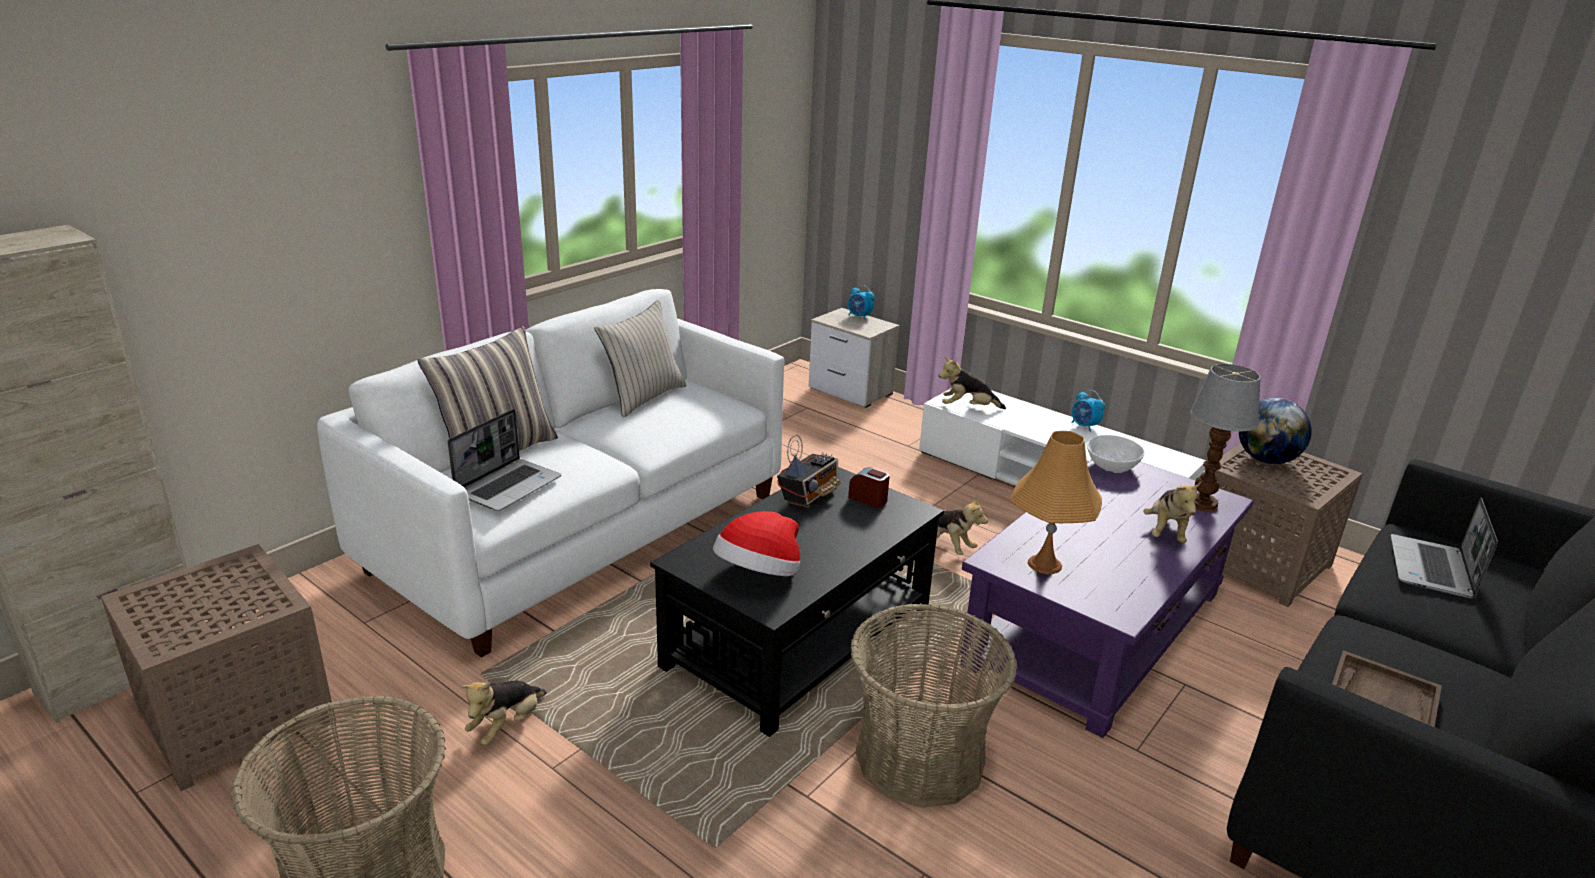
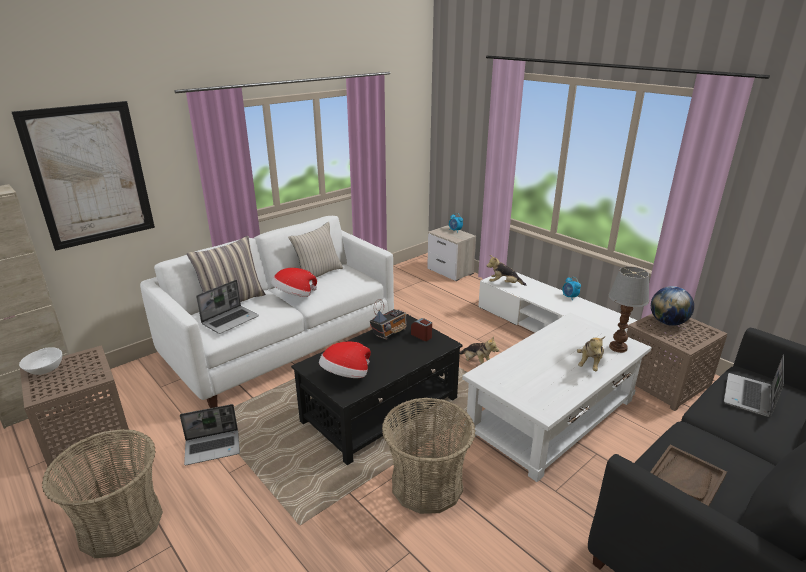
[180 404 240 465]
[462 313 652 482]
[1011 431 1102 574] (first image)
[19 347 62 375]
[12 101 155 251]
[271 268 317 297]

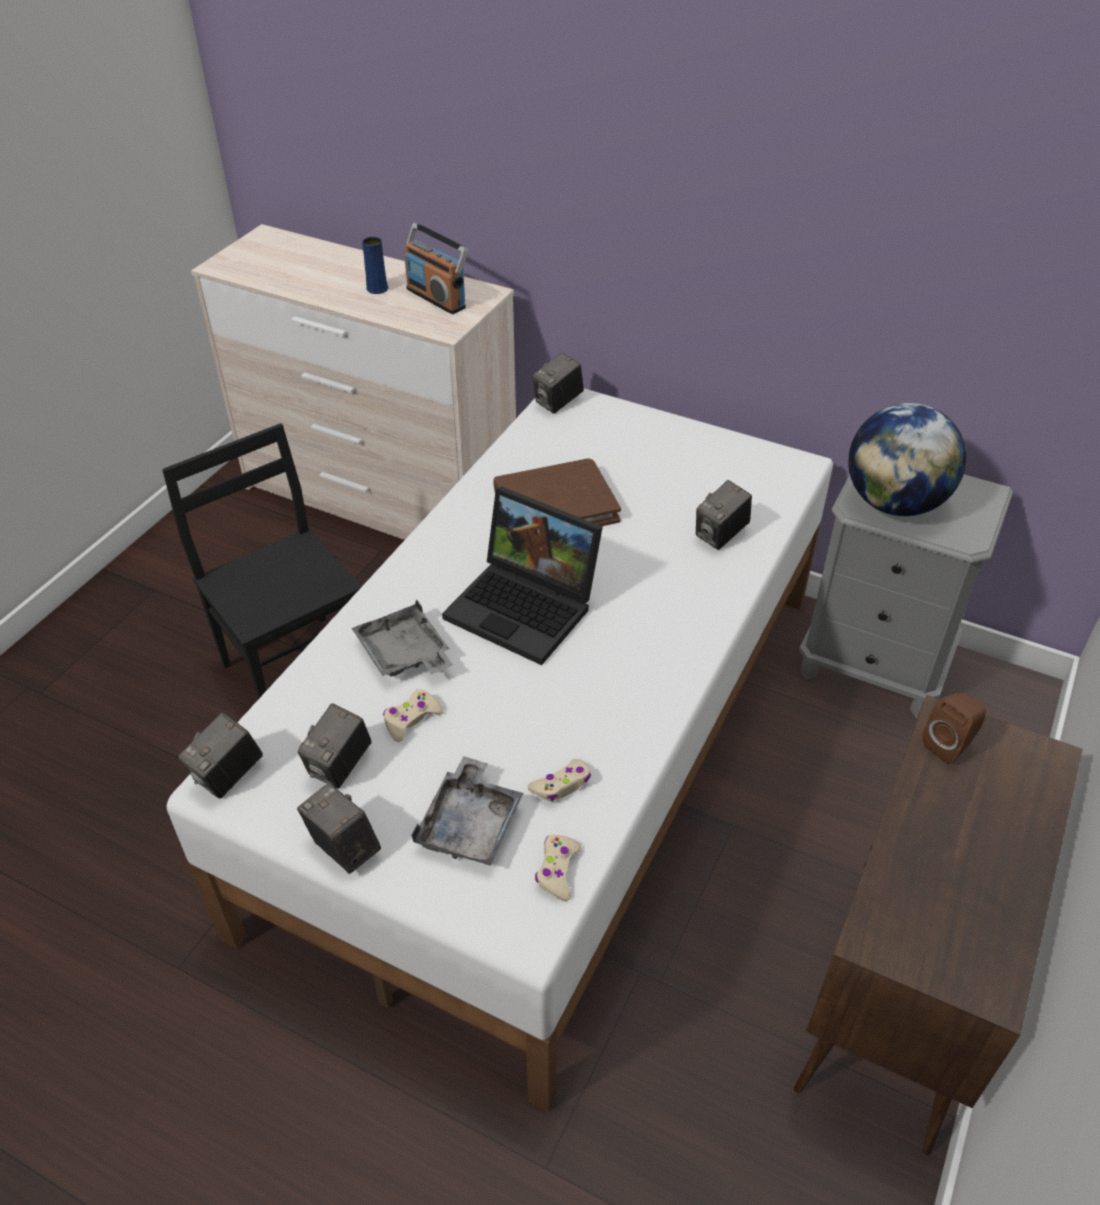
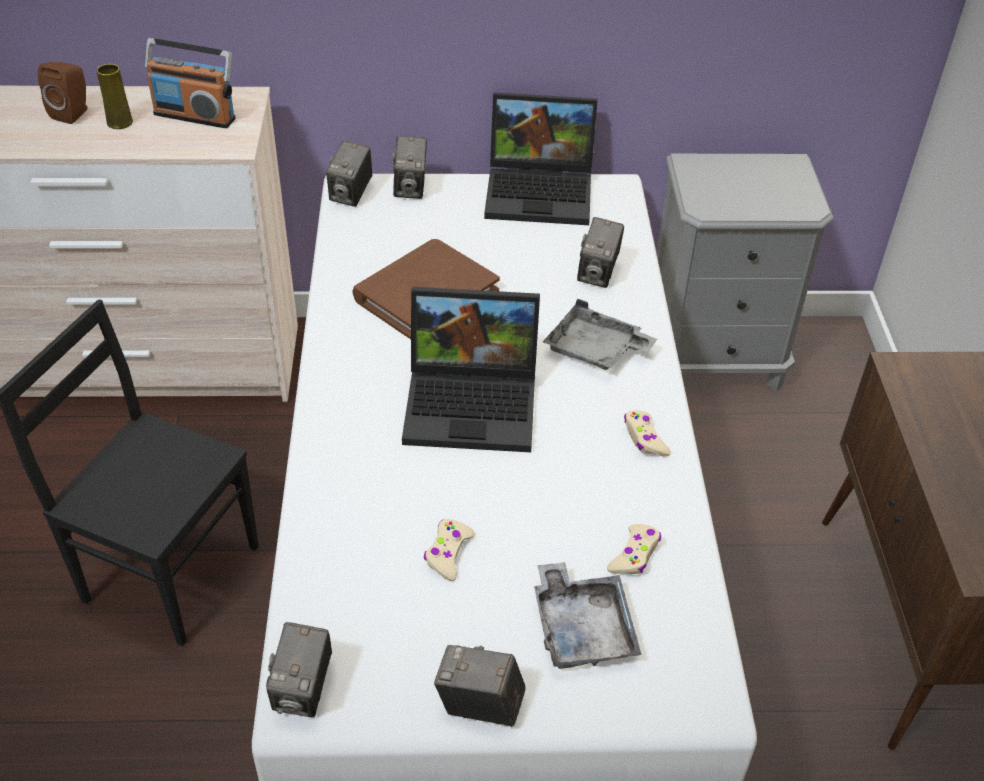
[392 136 427 199]
[543 298 657 370]
[96 64 133 129]
[624 410 671 457]
[848 403 966 516] (first image)
[38 62 87 124]
[484 93 598 225]

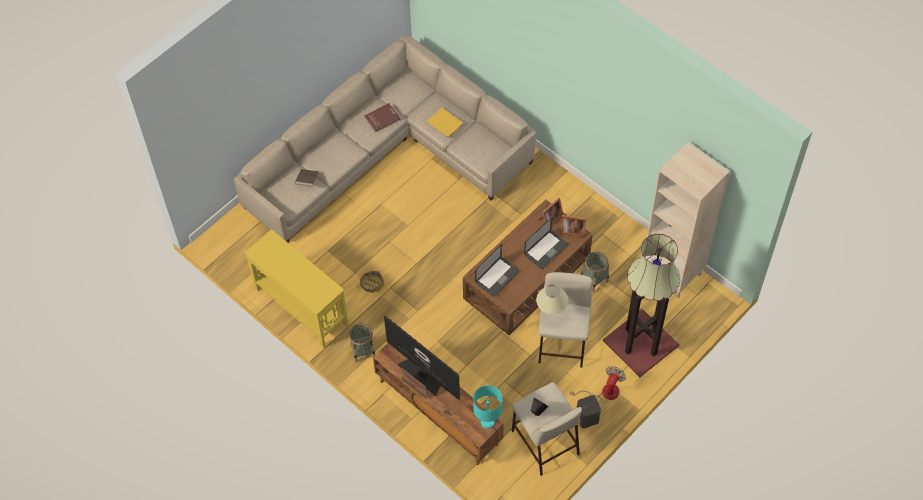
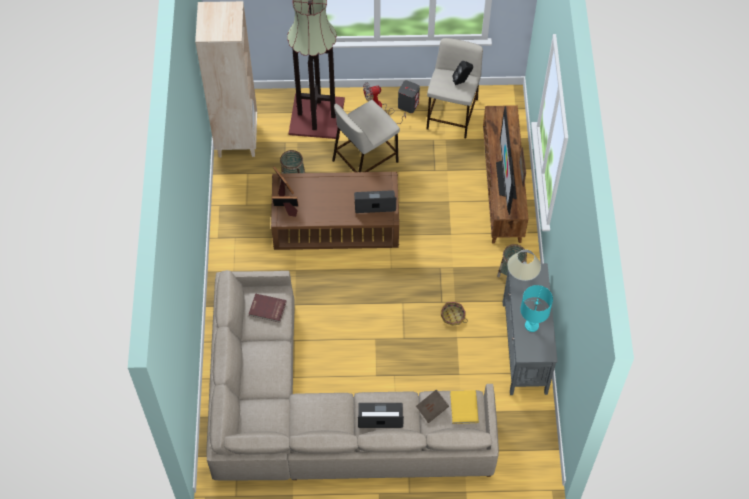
[503 263 558 395]
[249 293 287 323]
[450 390 479 424]
[520 285 553 332]
[358 403 404 428]
[508 249 541 281]

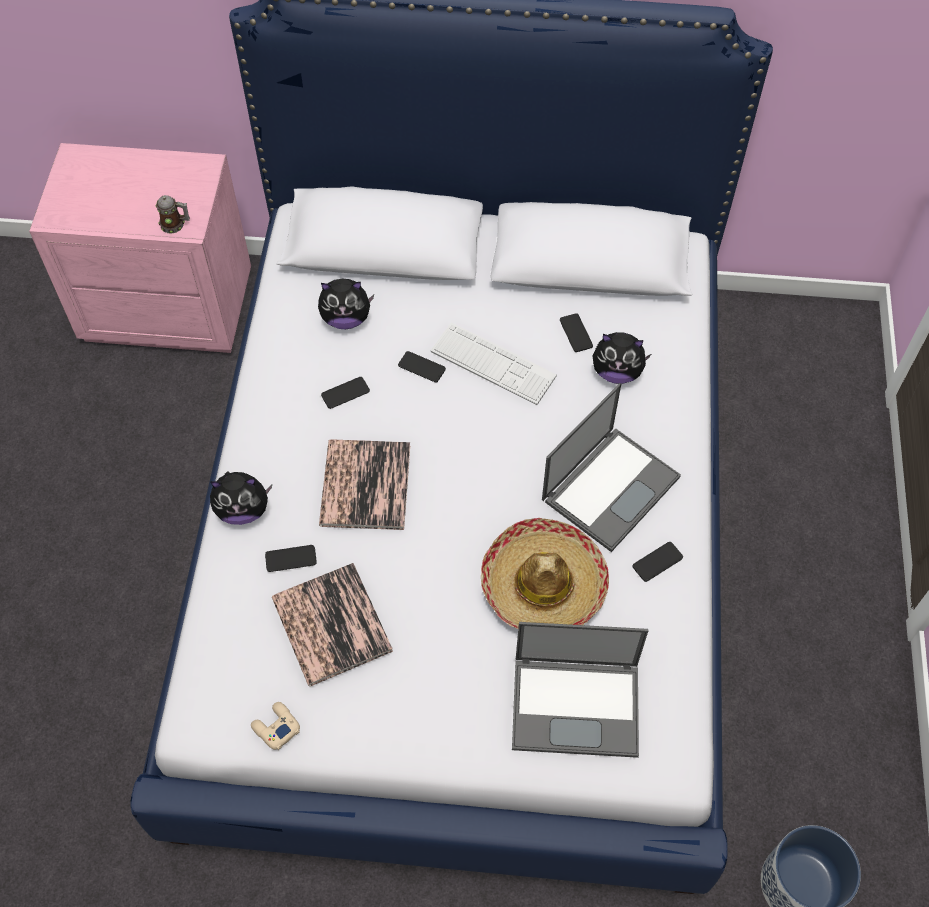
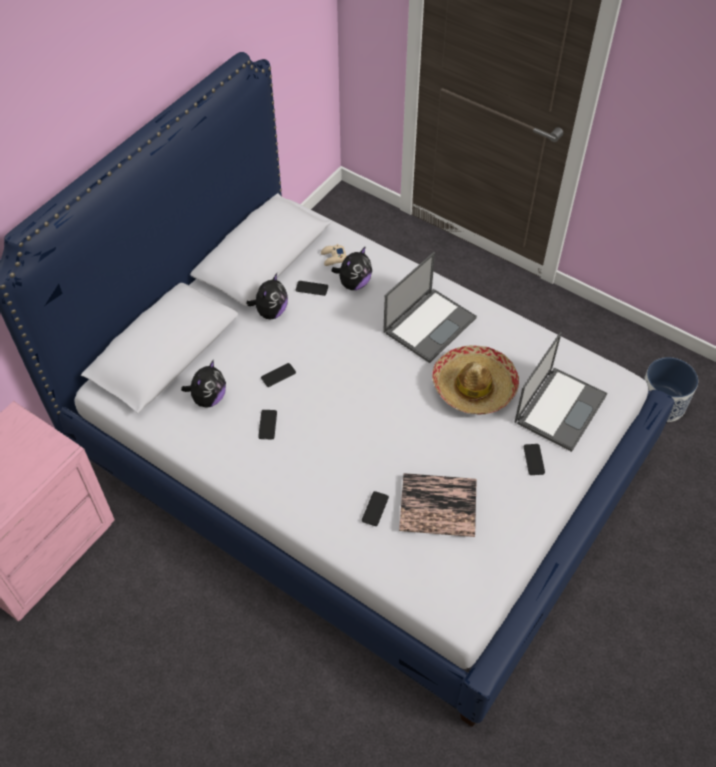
[156 195 190 234] (first image)
[246 273 288 319]
[321 244 347 266]
[319 439 410 530] (first image)
[431 323 557 405] (first image)
[383 252 477 363]
[524 444 545 475]

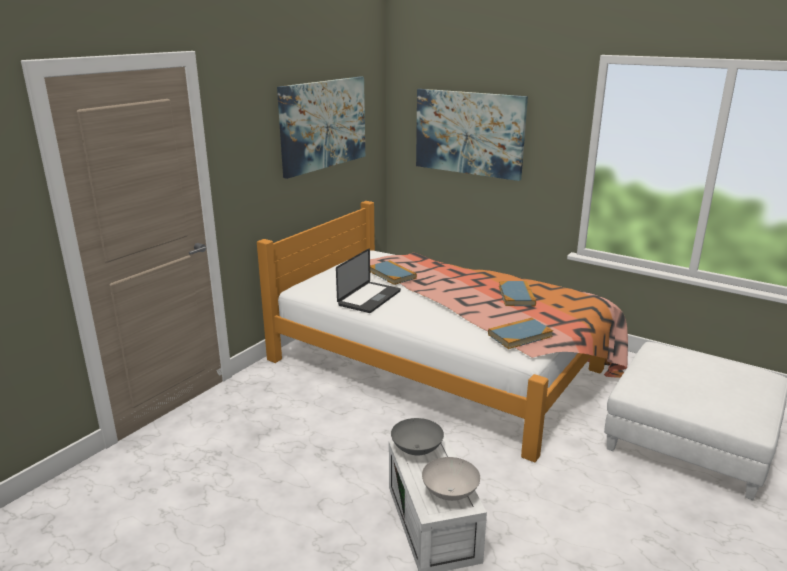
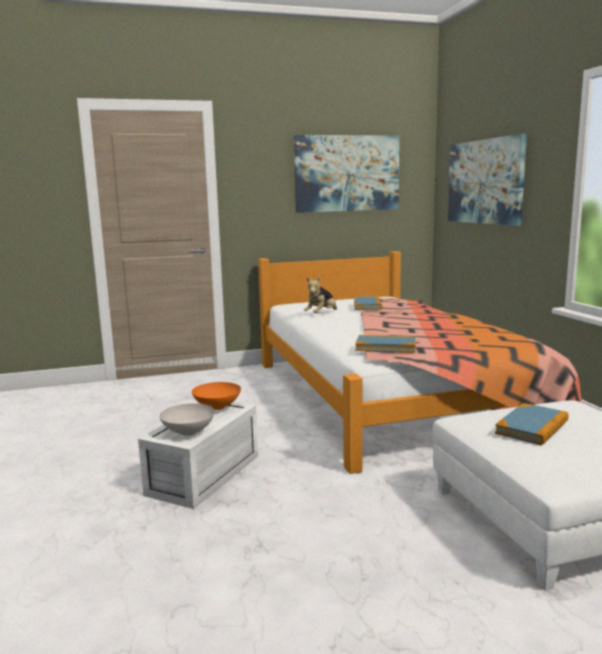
[304 276 337 313]
[192 382 241 410]
[495 403 569 446]

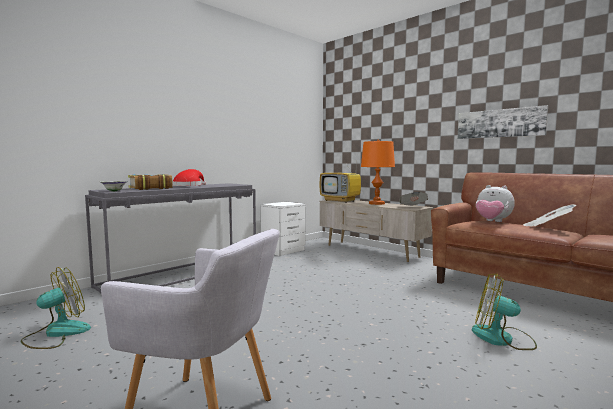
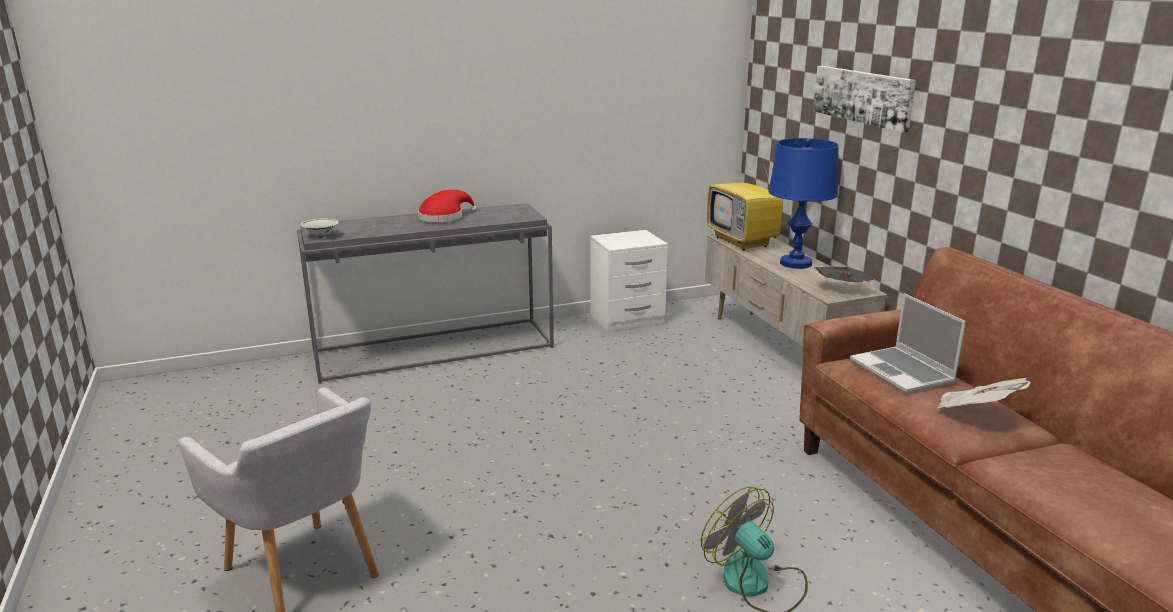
[21 267 91 349] (first image)
[128 174 173 190] (first image)
[769 138 839 269]
[813 66 916 133]
[850 293 966 393]

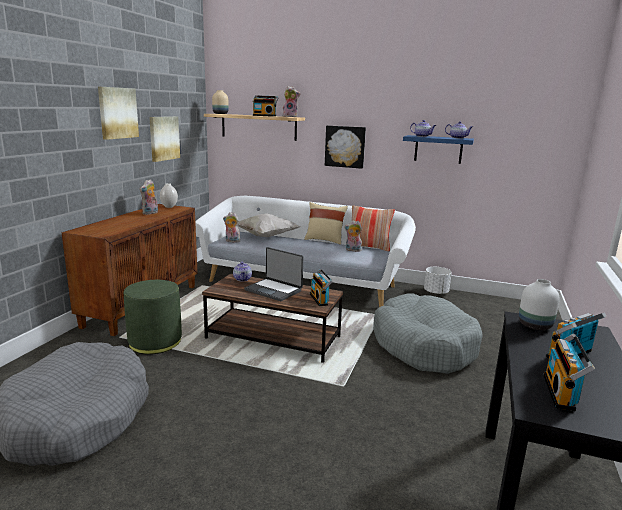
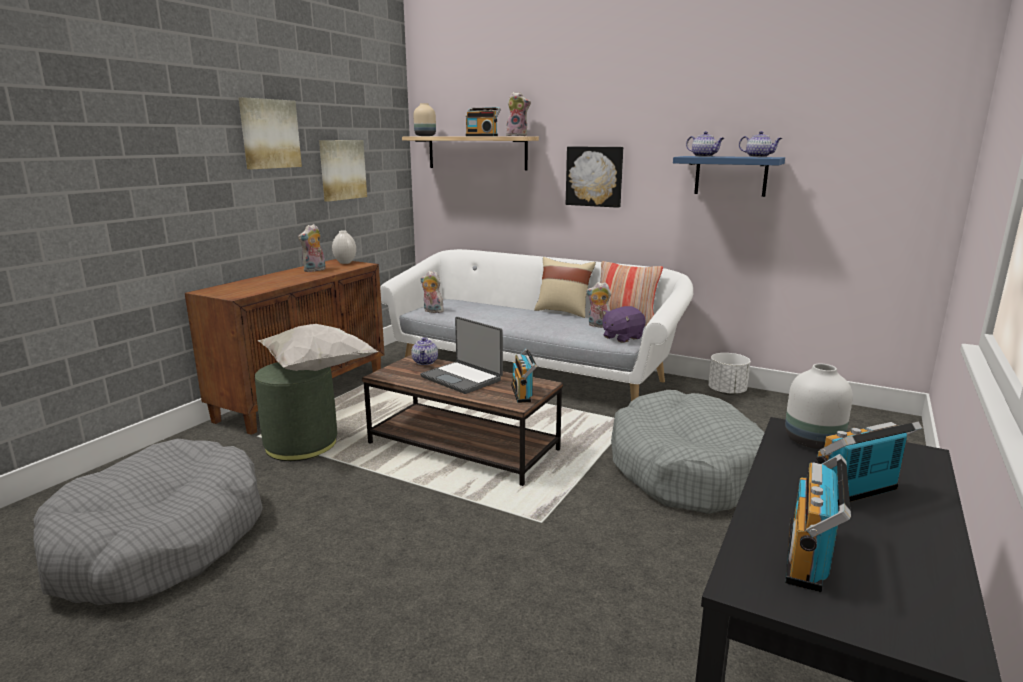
[257 324 378 371]
[602 306 646 343]

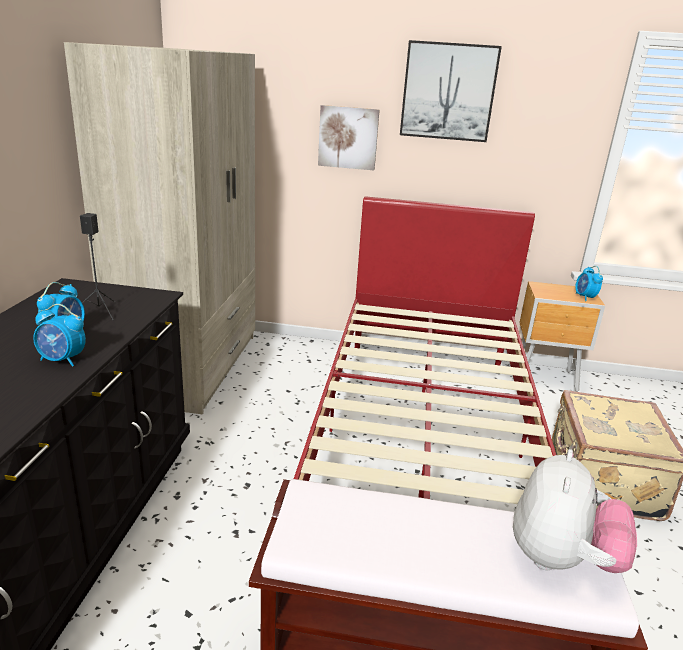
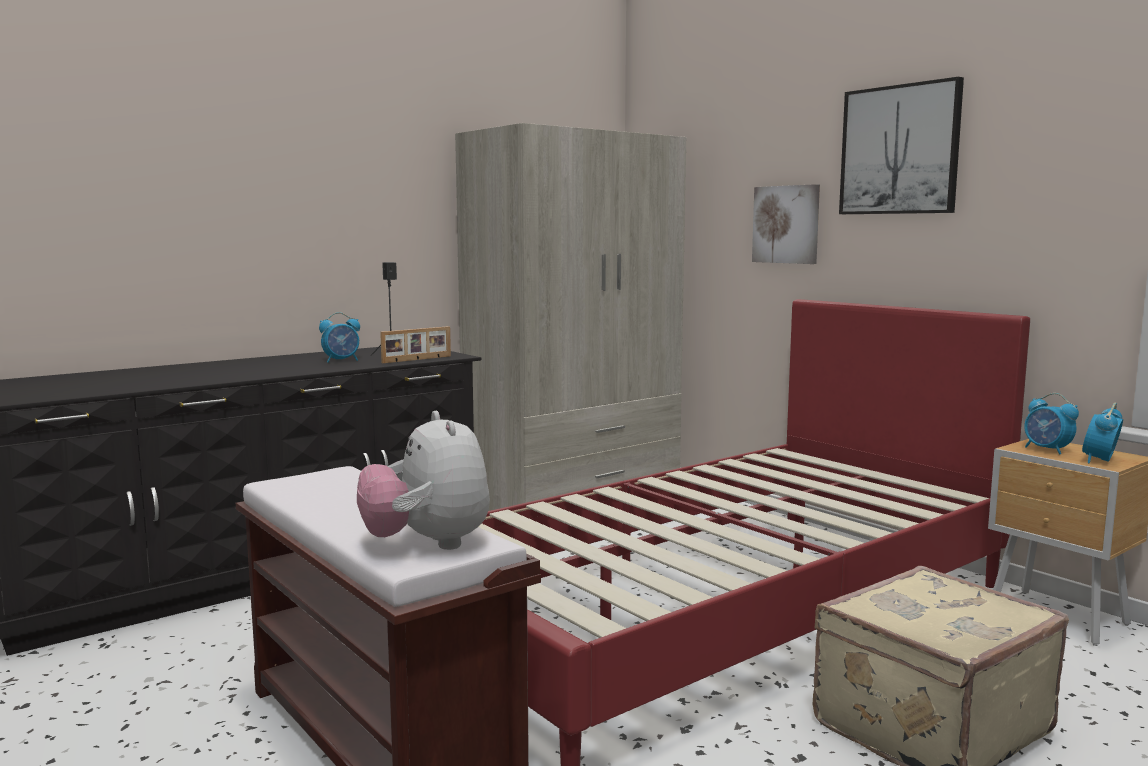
[1024 393 1079 455]
[357 411 490 550]
[380 326 451 363]

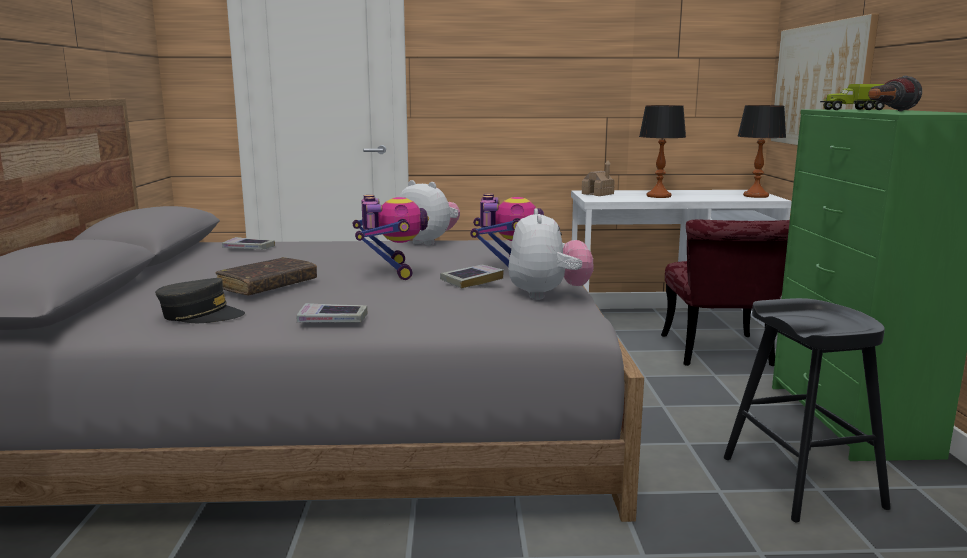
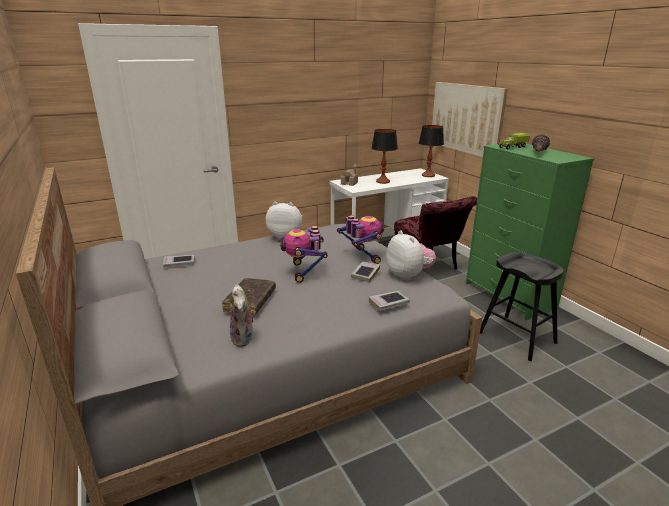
[230 284 255 347]
[369 291 410 311]
[279 226 328 283]

